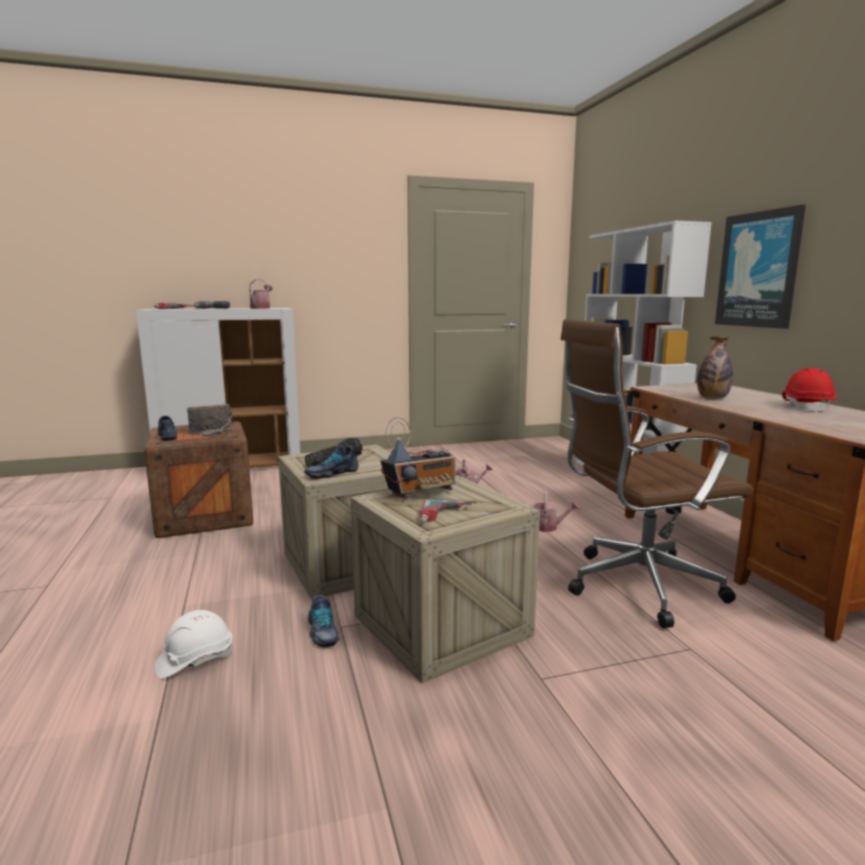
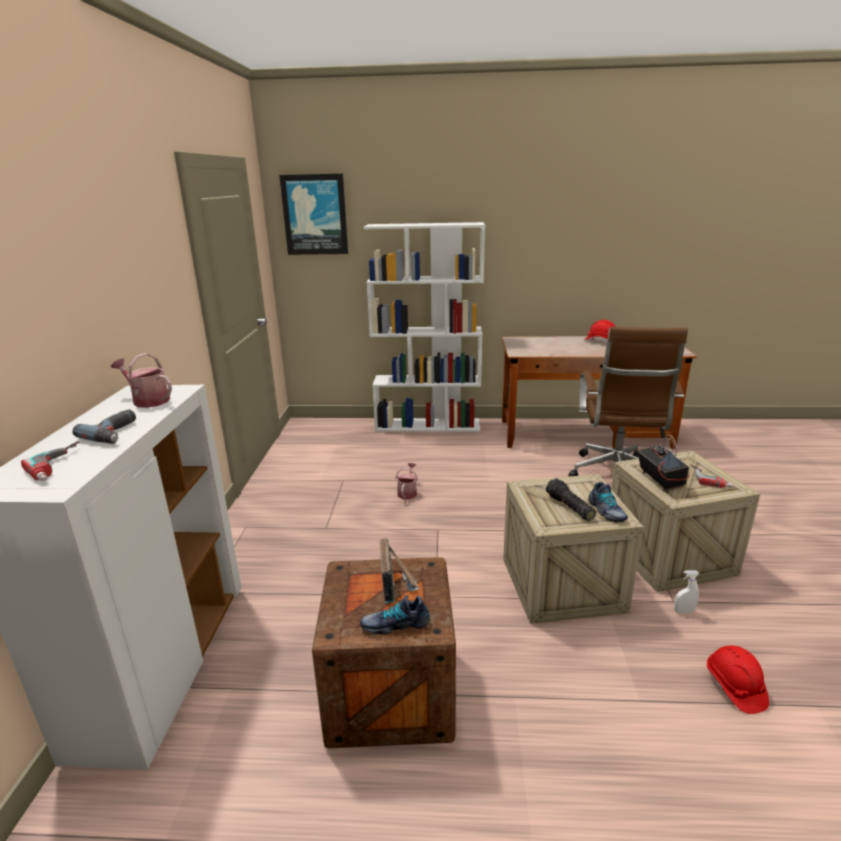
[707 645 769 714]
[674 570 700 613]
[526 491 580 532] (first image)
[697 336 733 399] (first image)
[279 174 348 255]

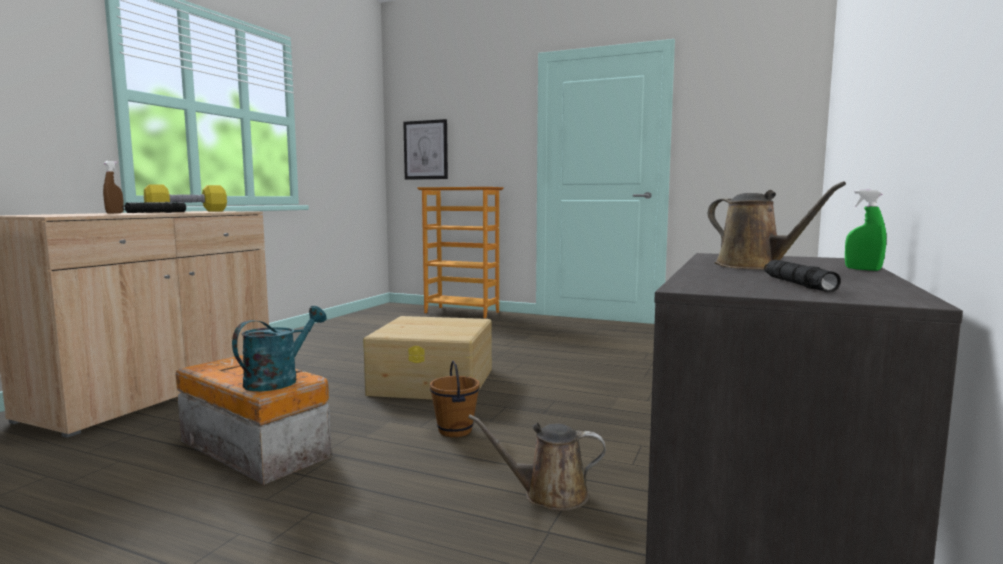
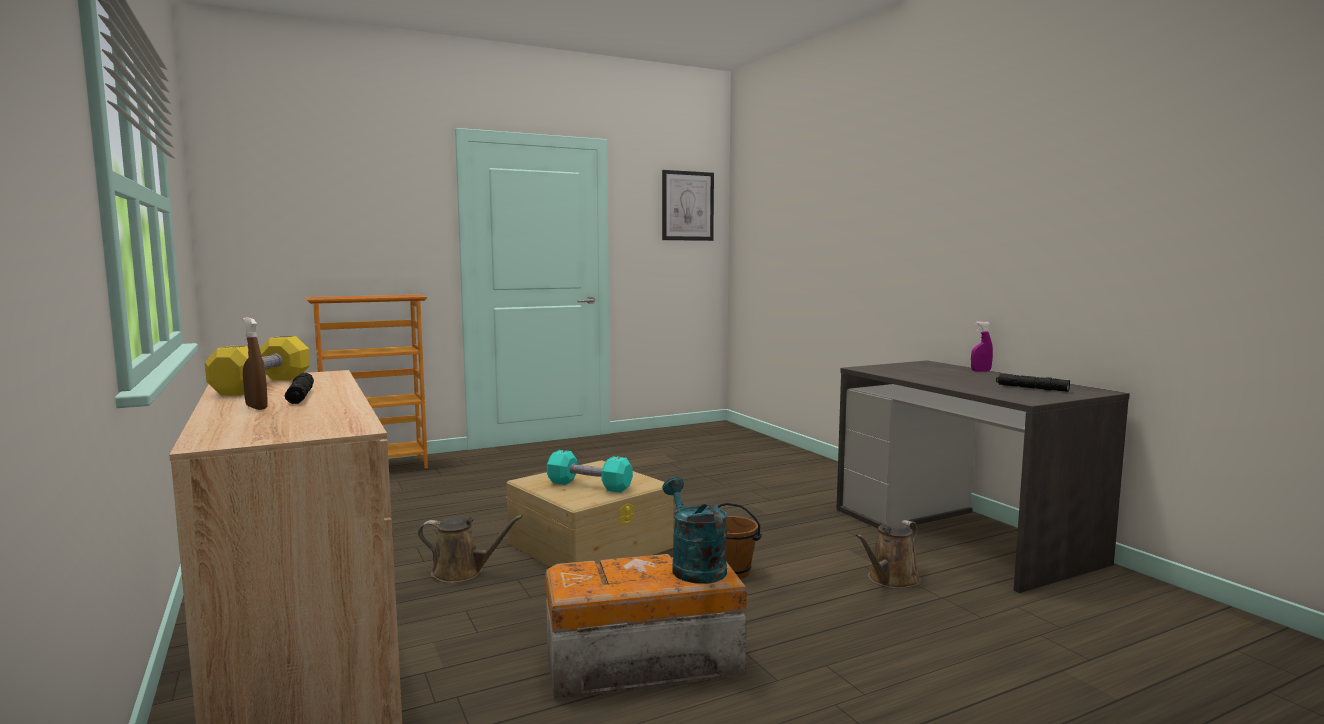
[662 170 714 241]
[418 515 523 583]
[971 321 993 372]
[547 450 633 493]

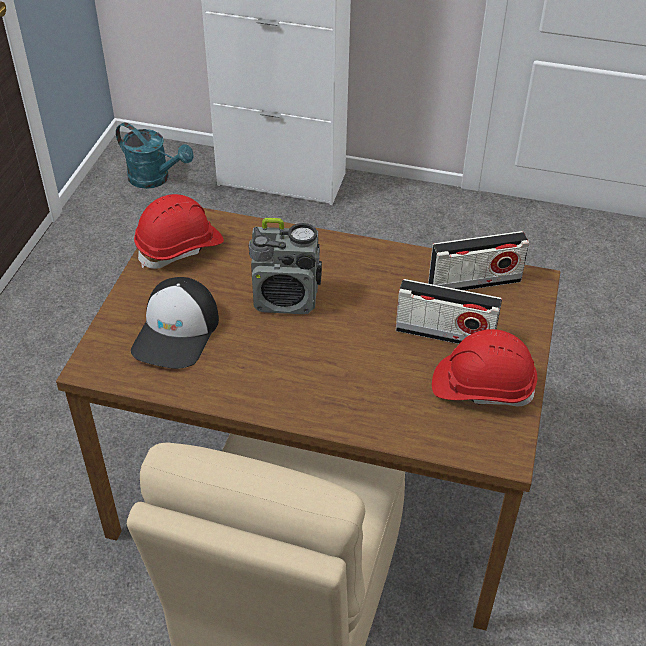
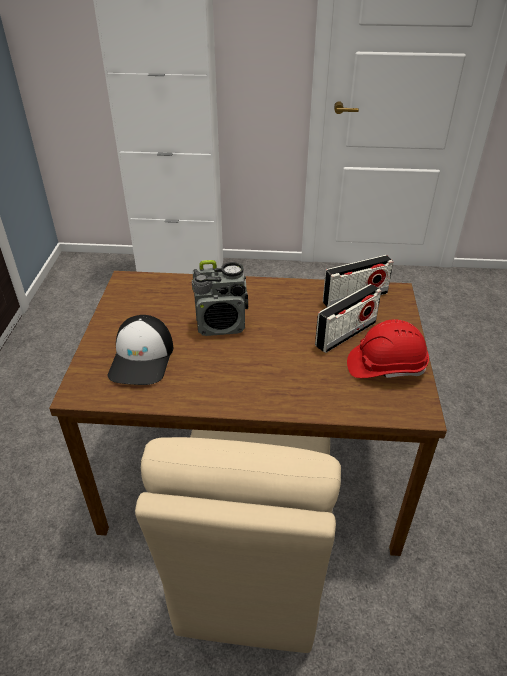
[116 122 194 189] (first image)
[134 194 224 269] (first image)
[315 284 381 353]

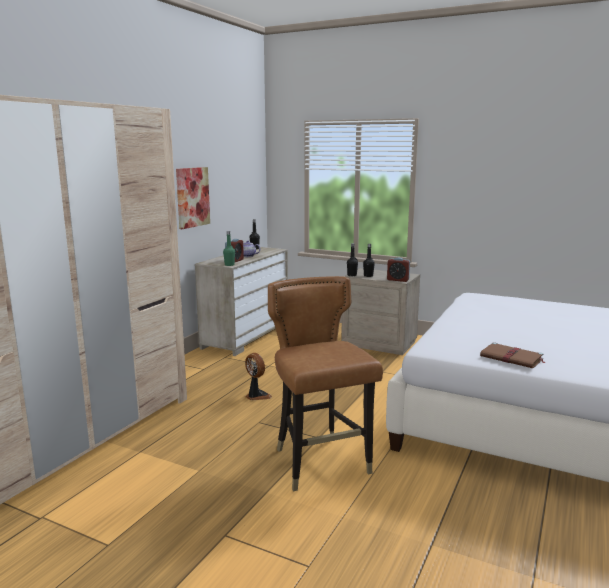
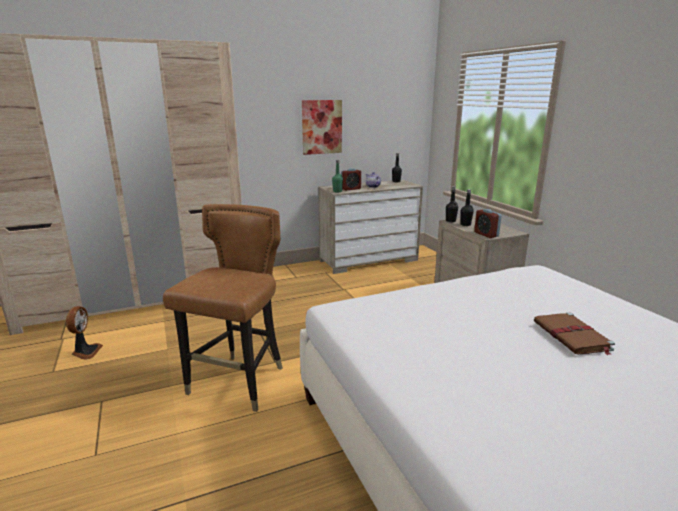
[66 306 103 360]
[534 312 615 355]

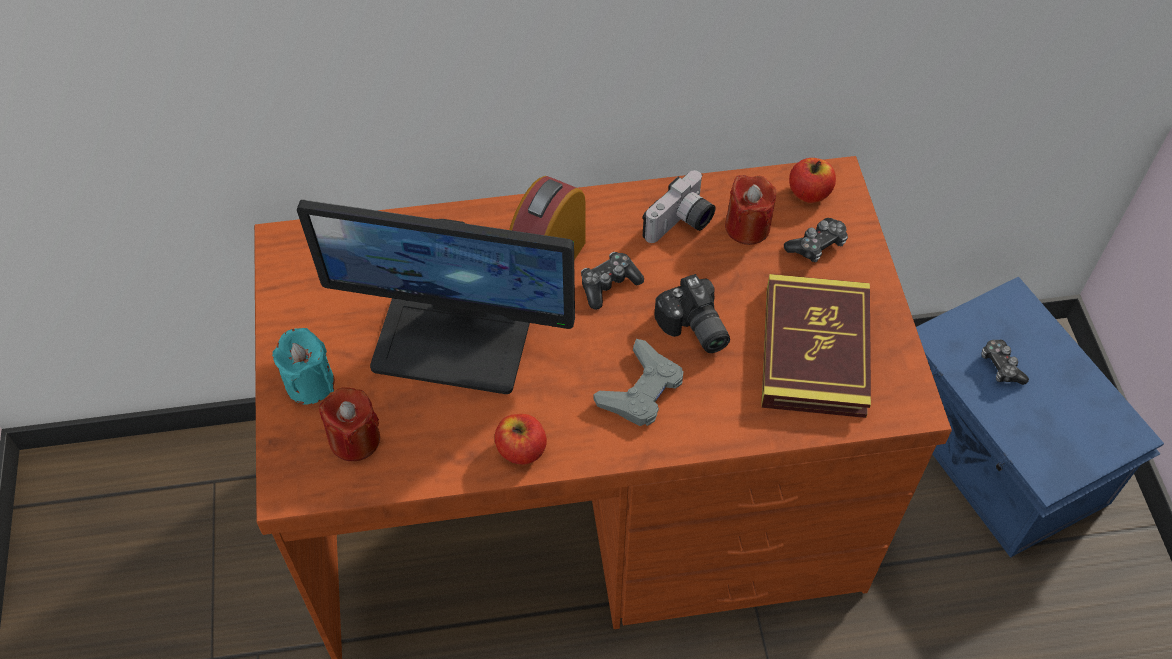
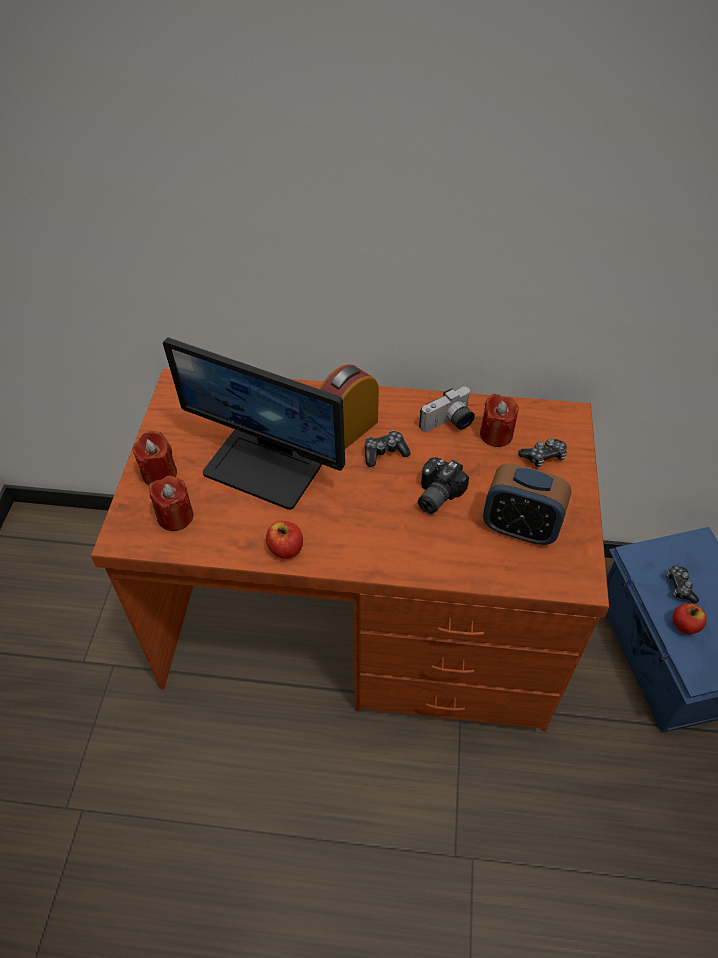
[133 431 177 485]
[594 339 683 426] (first image)
[418 457 469 514]
[483 463 572 545]
[673 603 707 634]

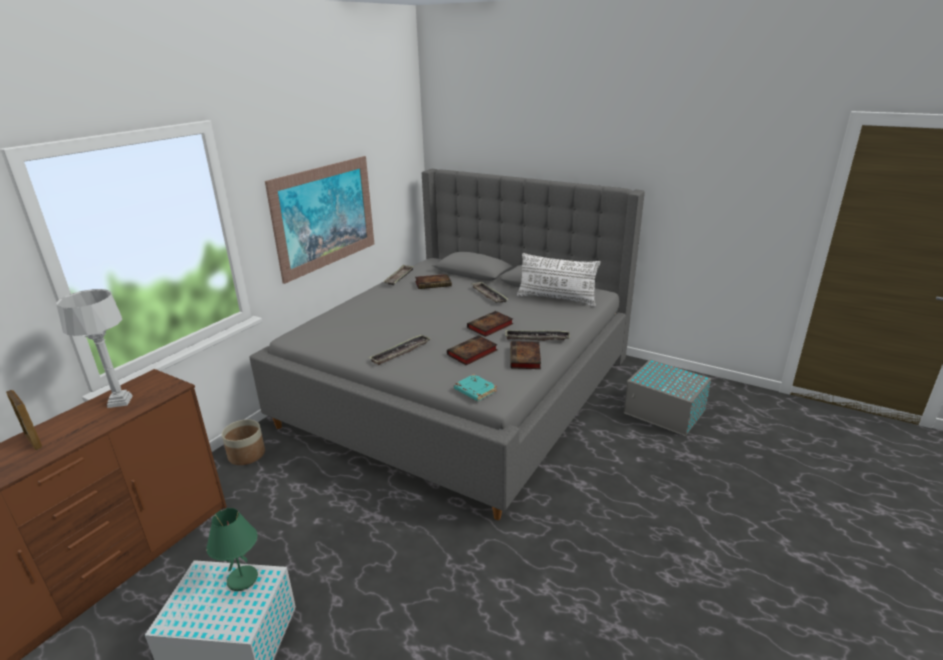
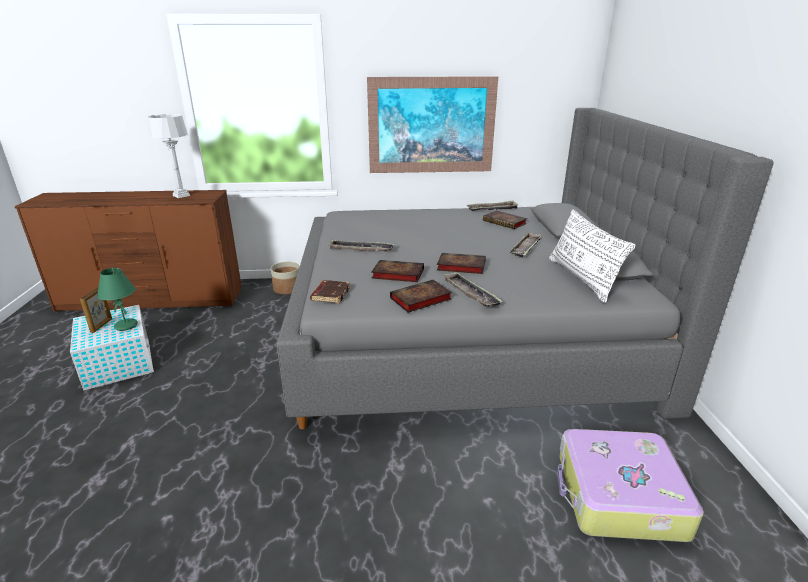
[80 287 112 333]
[310 280 350 303]
[557 429 704 542]

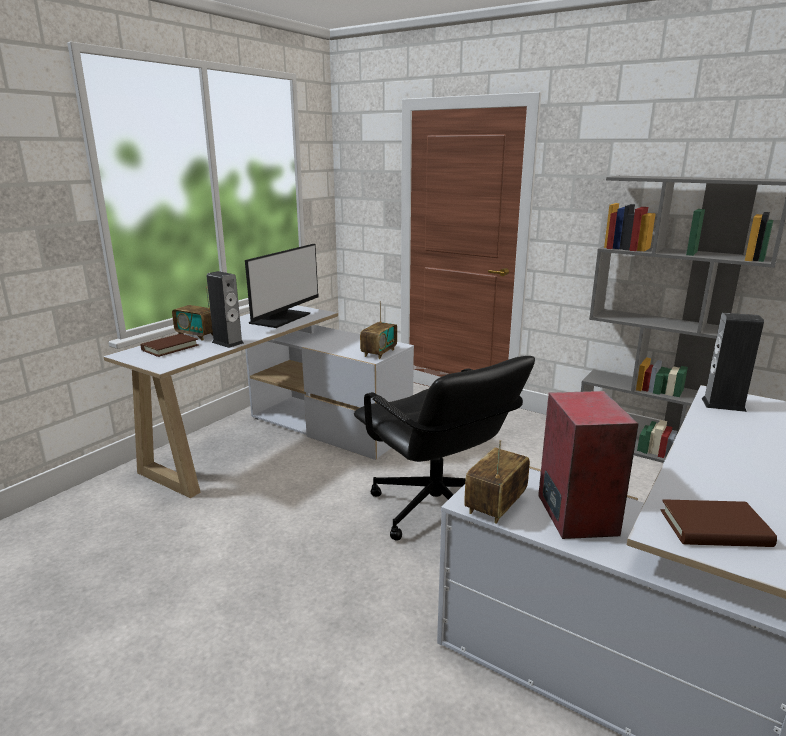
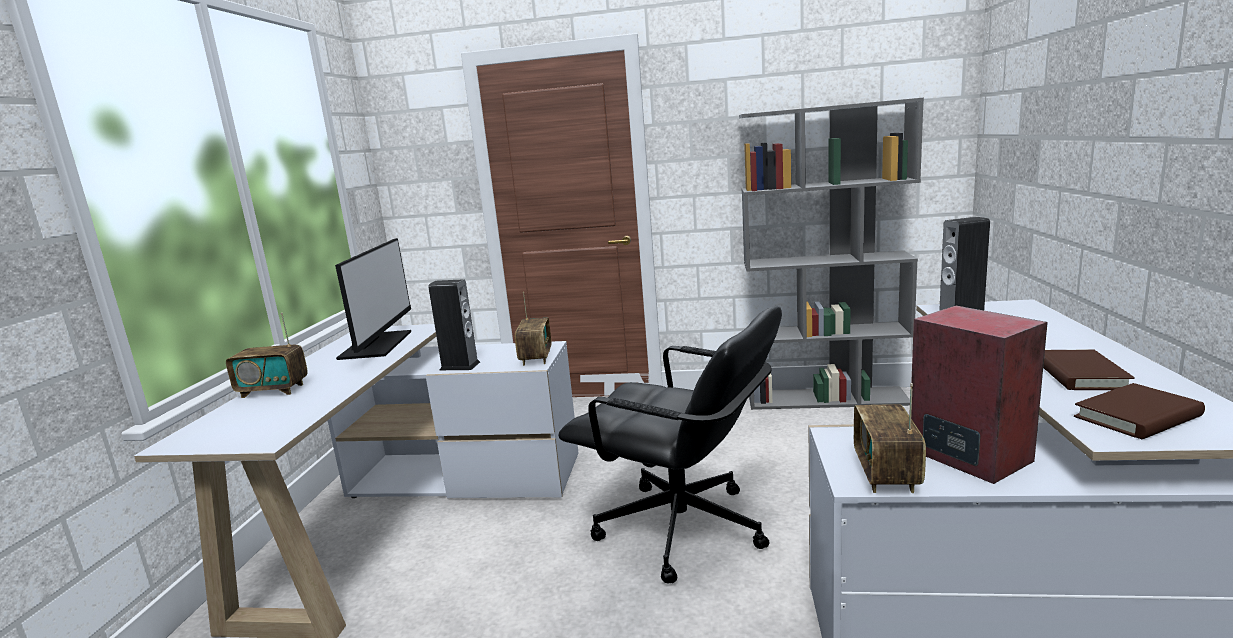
[1043 349 1135 390]
[428 279 480 370]

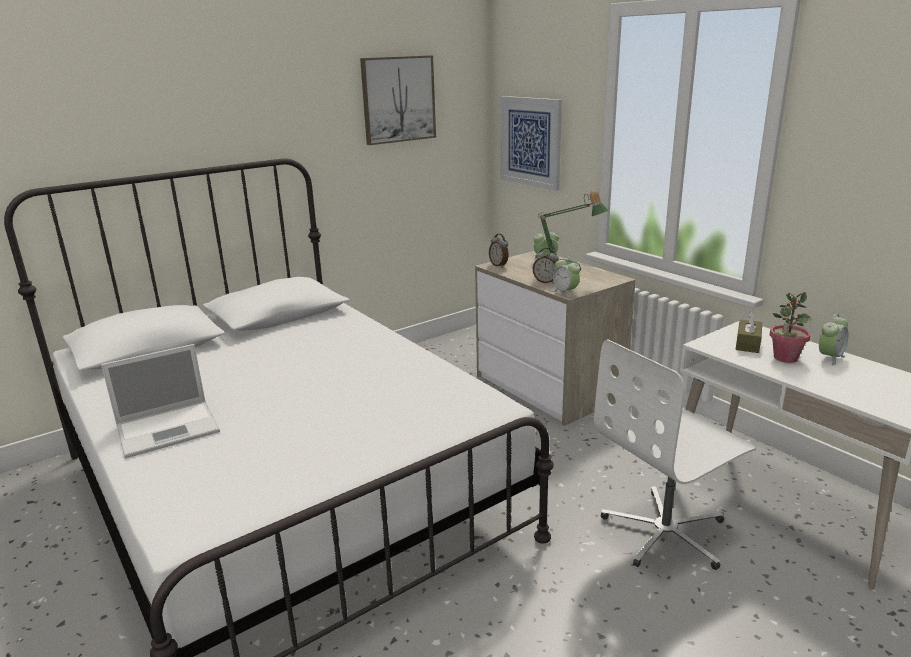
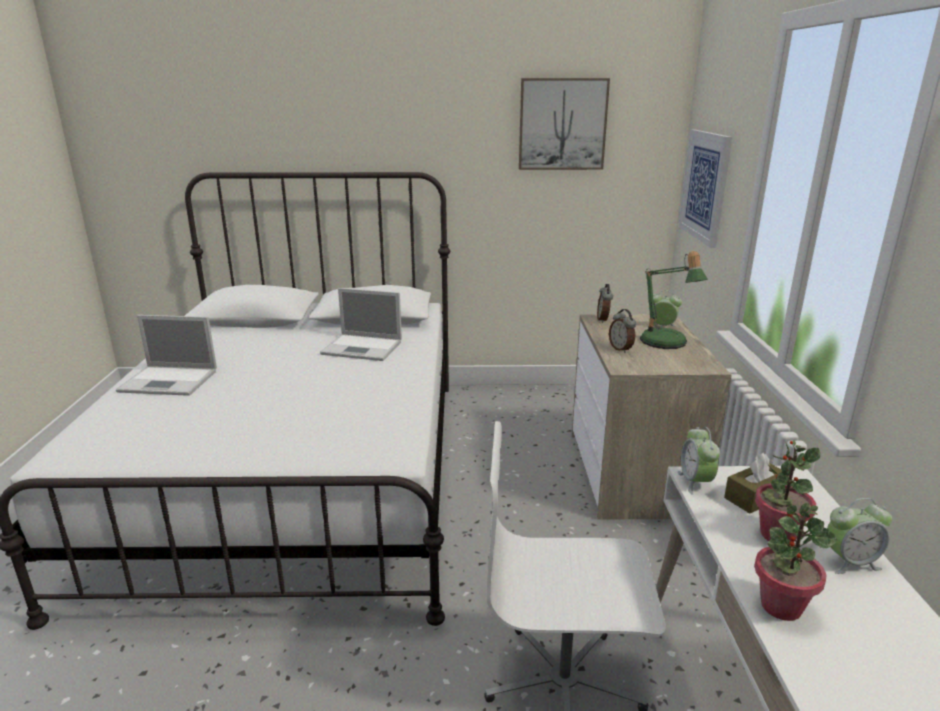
[678 427 720 495]
[320 288 402 361]
[754 503 837 621]

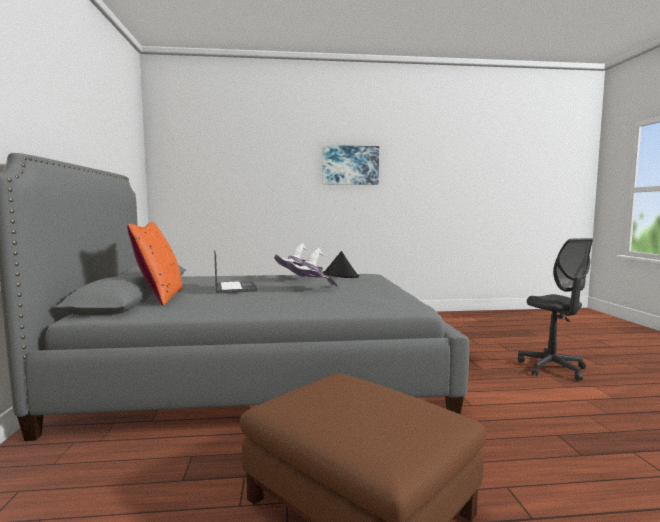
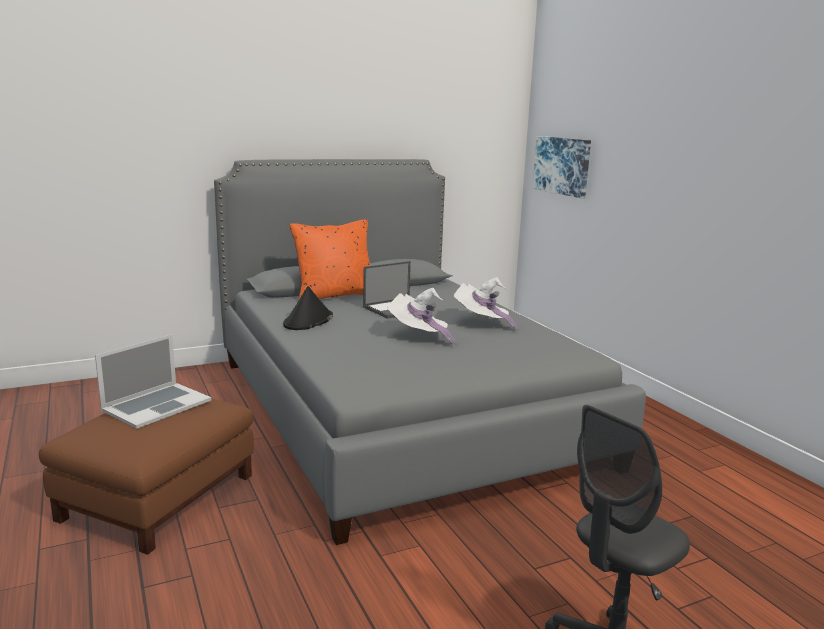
[532 136 591 198]
[283 286 333 330]
[95 334 211 429]

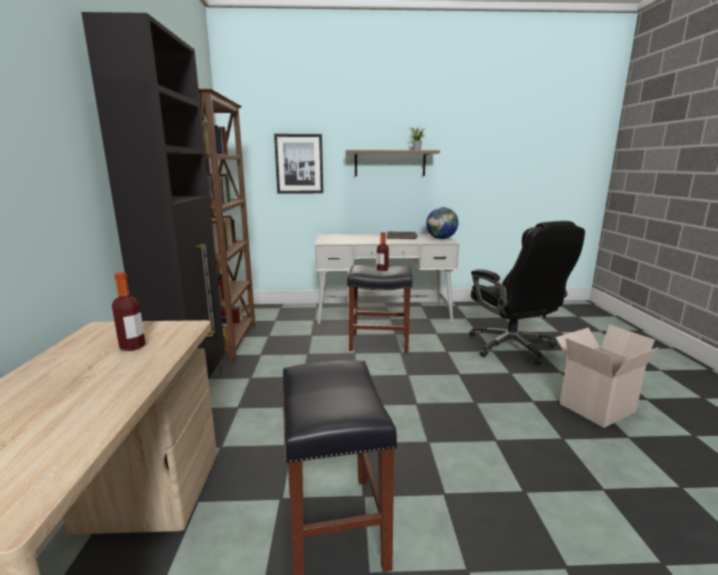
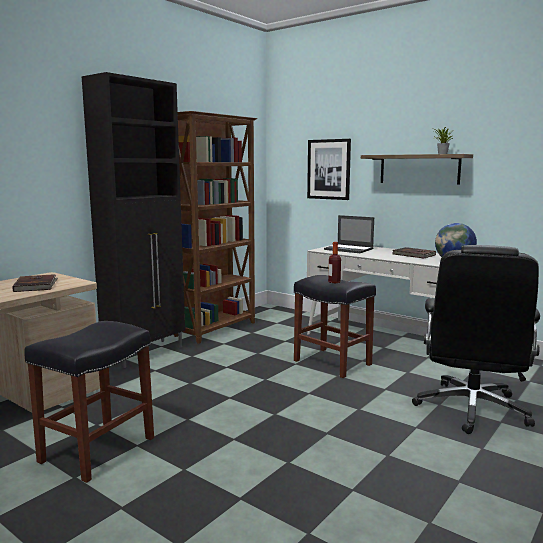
[12 274 58 292]
[555 325 659 428] (first image)
[324 215 374 253]

